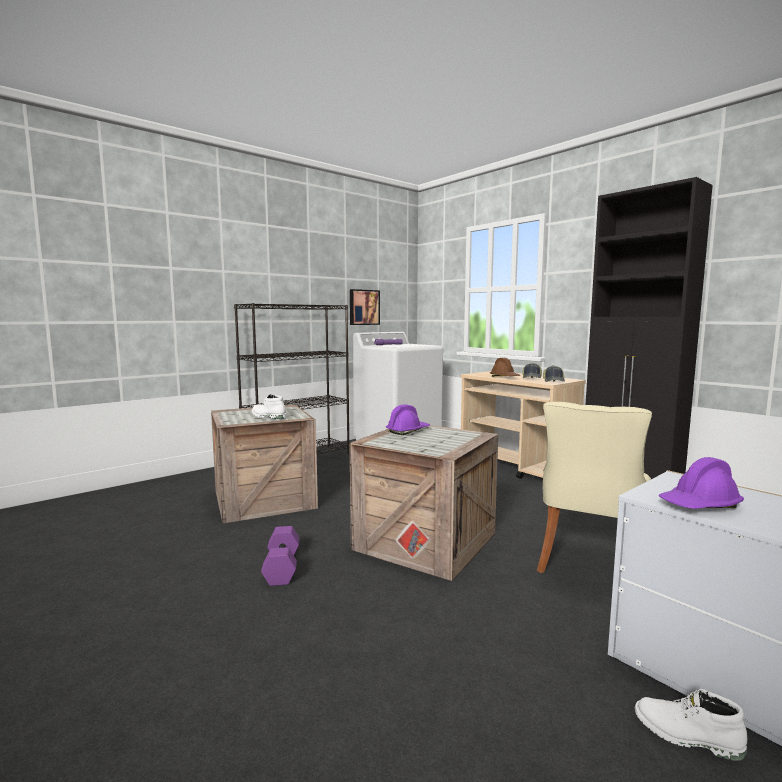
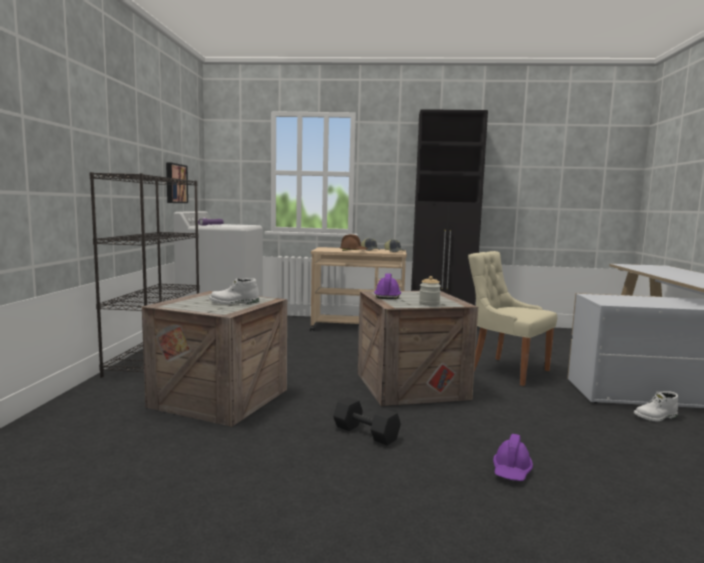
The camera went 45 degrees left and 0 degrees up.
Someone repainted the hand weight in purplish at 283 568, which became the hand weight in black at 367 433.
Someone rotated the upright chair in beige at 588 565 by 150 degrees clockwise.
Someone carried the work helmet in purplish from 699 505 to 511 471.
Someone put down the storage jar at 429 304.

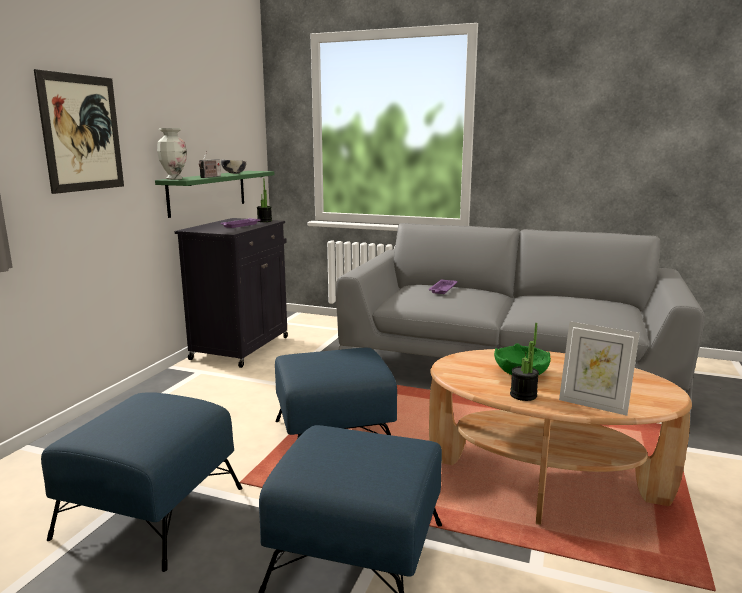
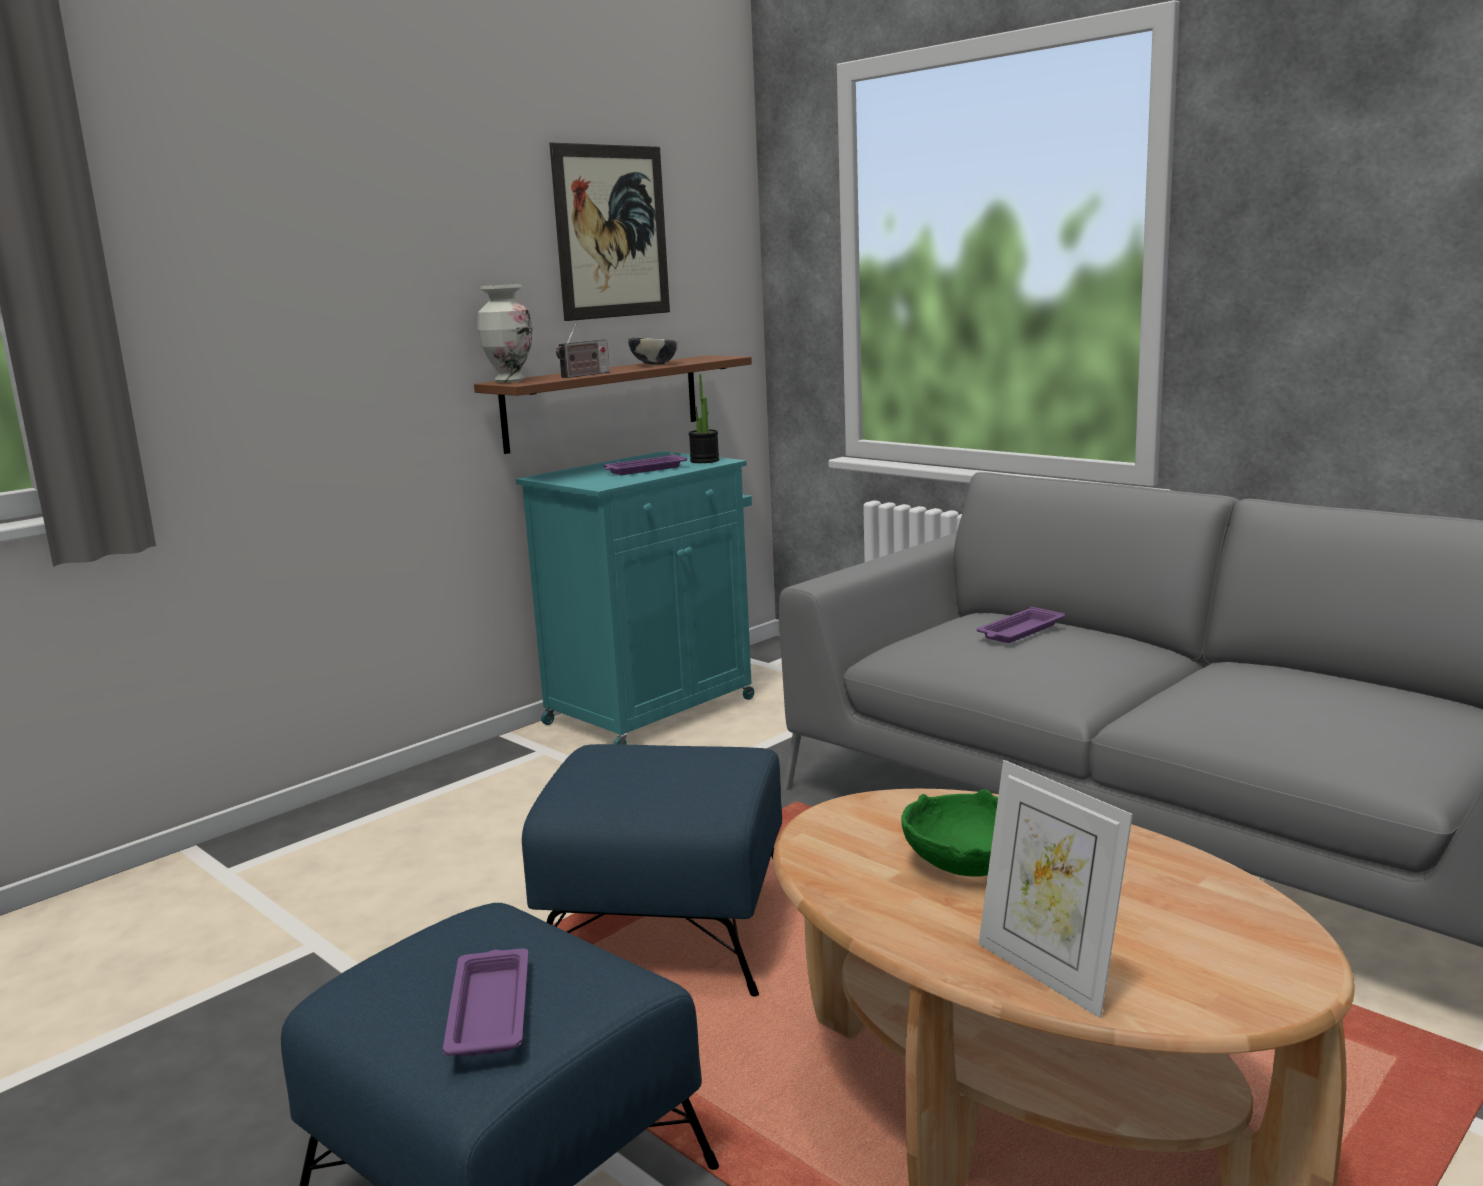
The camera went 25 degrees right and 0 degrees up.
Someone carried the wall art from 82 133 to 612 232.
Someone took away the pouffe in bluish at 152 511.
Someone repainted the shelf in green-coloured at 208 192, which became the shelf in brown-coloured at 603 402.
Someone repainted the cabinet in black at 242 347, which became the cabinet in blue-green at 653 710.
Someone took away the potted plant at 523 395.
Someone put down the tray in purplish at 490 1009.

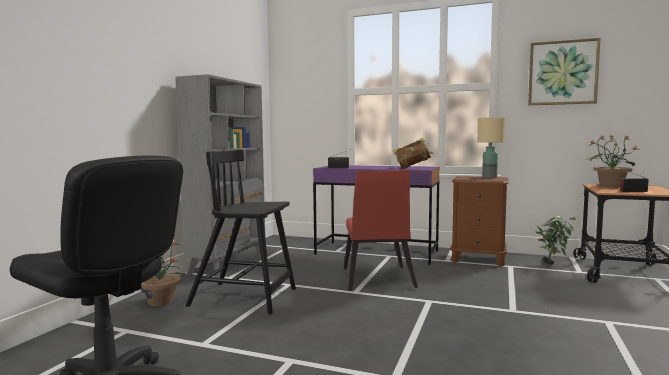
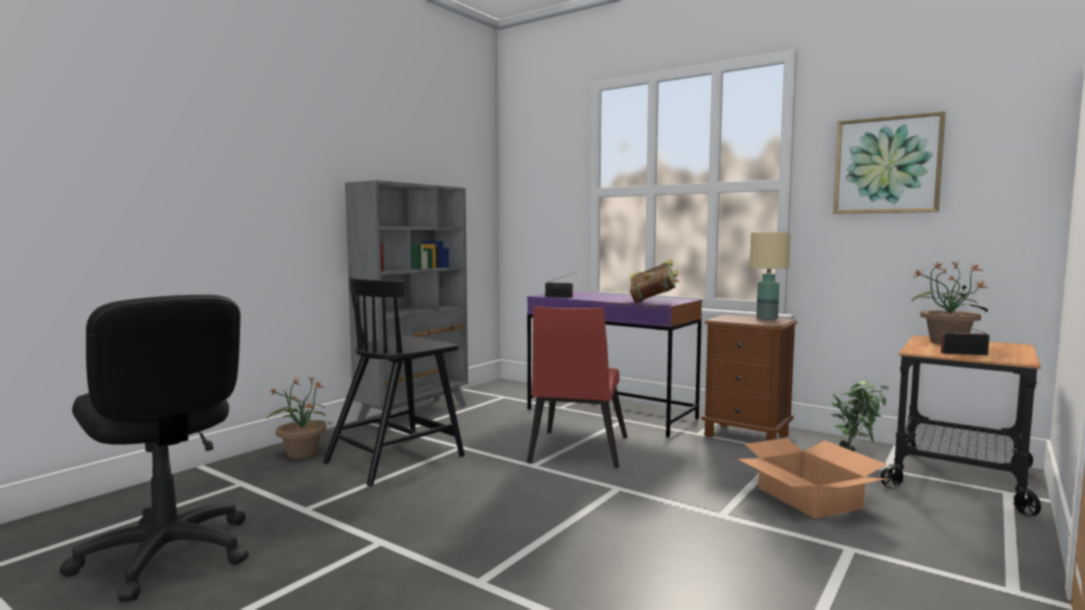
The camera went 15 degrees right and 0 degrees up.
Someone rotated the upright chair in black at 245 297 by 75 degrees counterclockwise.
Someone put down the cardboard box at 808 498.

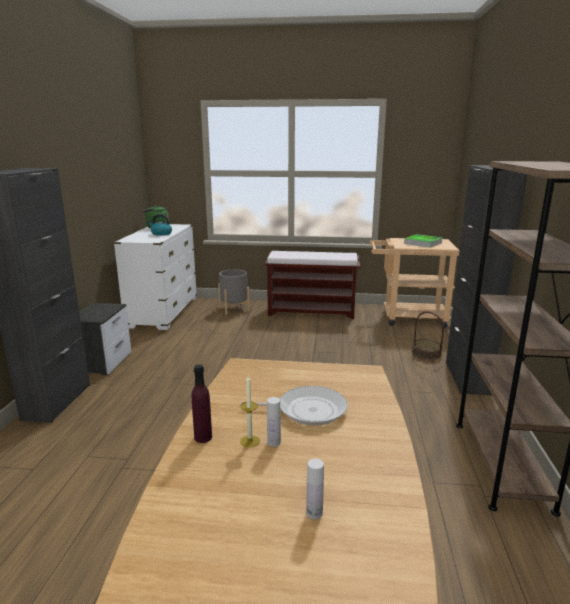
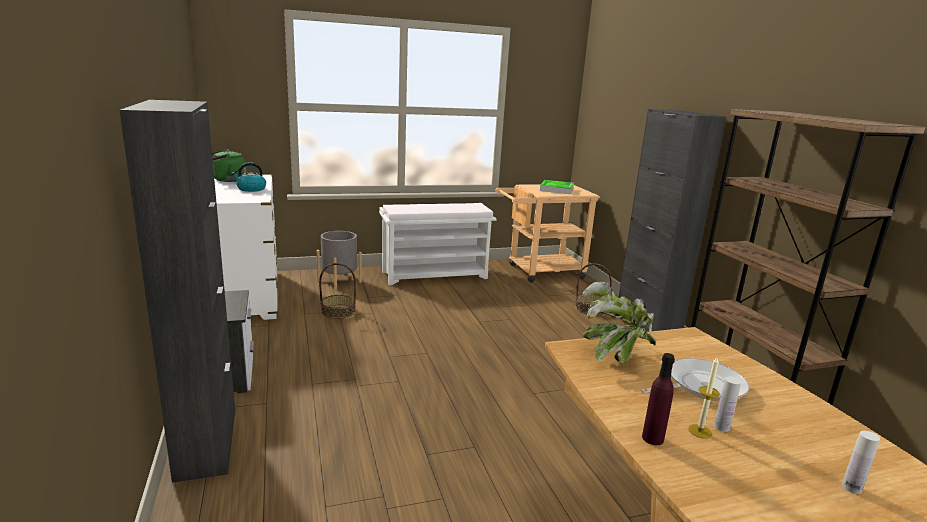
The camera went 25 degrees left and 0 degrees up.
Someone repainted the bench in brown-coloured at 312 311, which became the bench in white-coloured at 435 275.
Someone put down the basket at 338 311.
Someone put down the potted plant at 615 354.

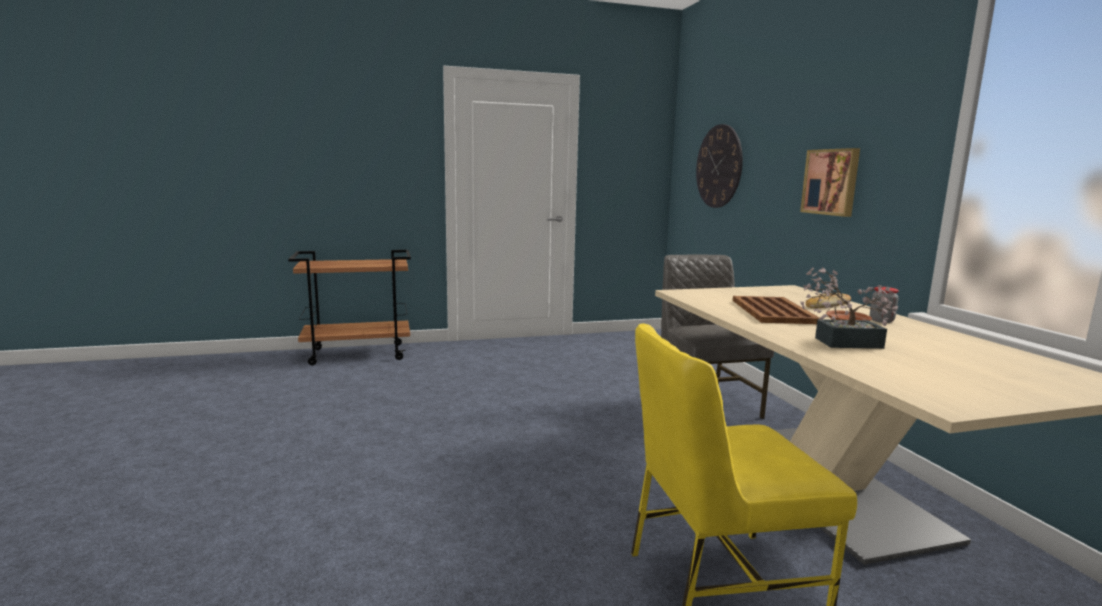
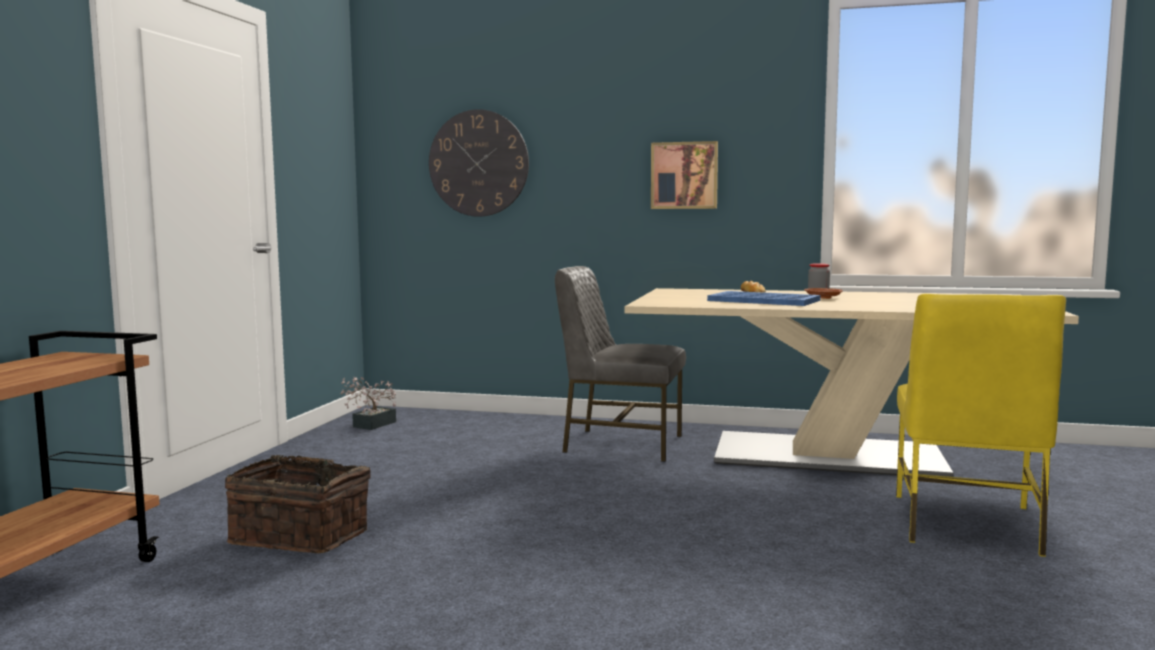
The camera went 60 degrees left and 5 degrees down.
Someone repainted the tray in brown-coloured at 773 311, which became the tray in bluish at 762 300.
Someone carried the potted plant from 840 342 to 370 425.
Someone put down the basket at 302 536.

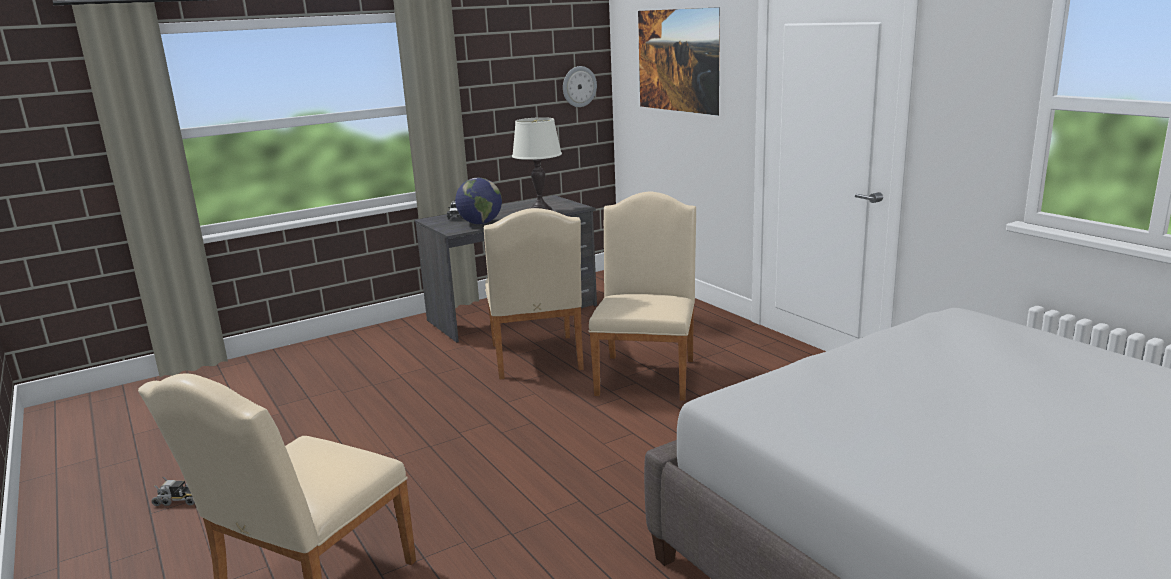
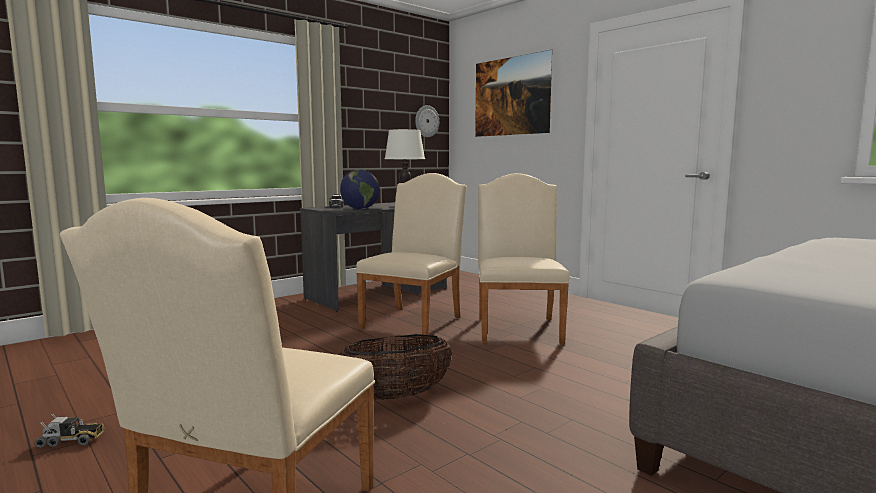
The camera went 10 degrees left and 10 degrees down.
Someone rotated the upright chair in beige at 536 360 by 135 degrees counterclockwise.
Someone put down the basket at 395 396.

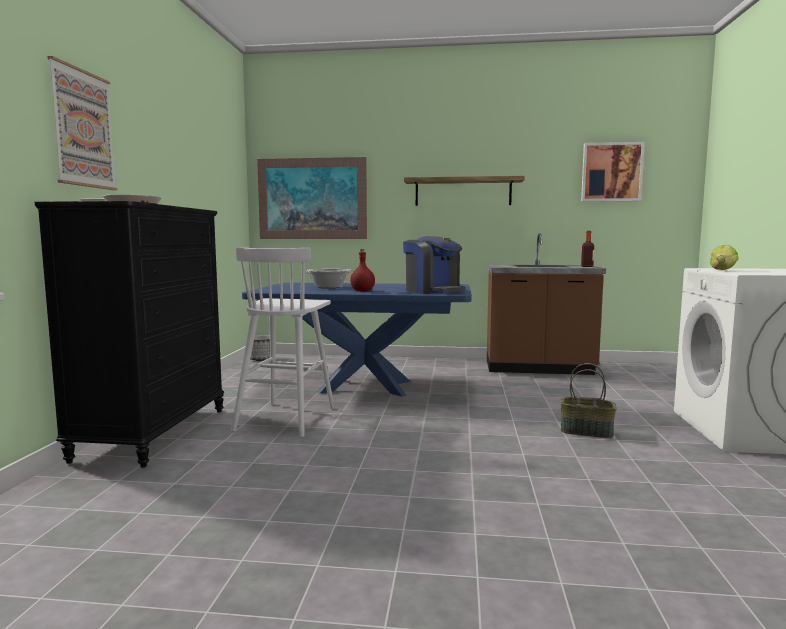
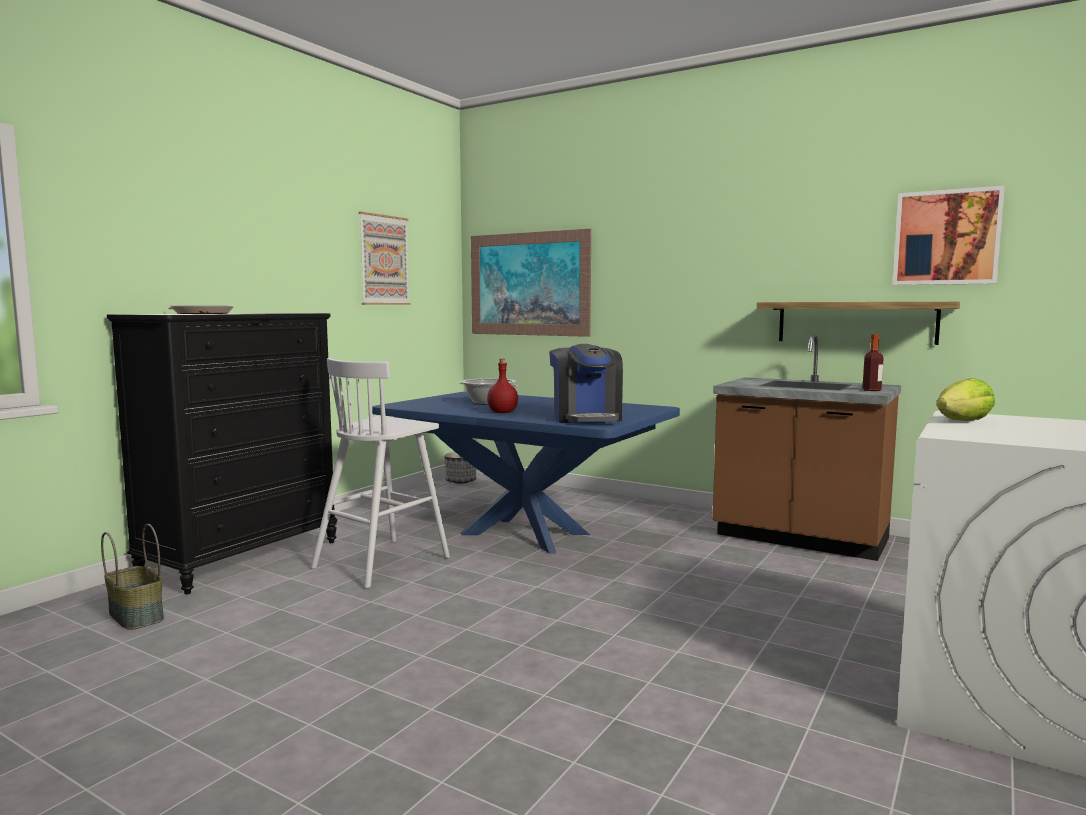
The camera went 25 degrees right and 0 degrees up.
Someone carried the wall art from 83 129 to 384 260.
Someone carried the shelf from 463 192 to 855 322.
Someone carried the basket from 587 431 to 137 616.

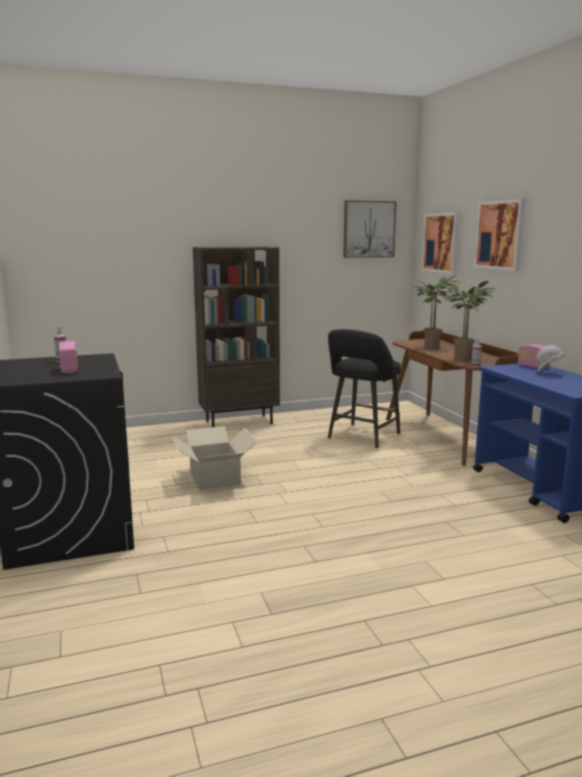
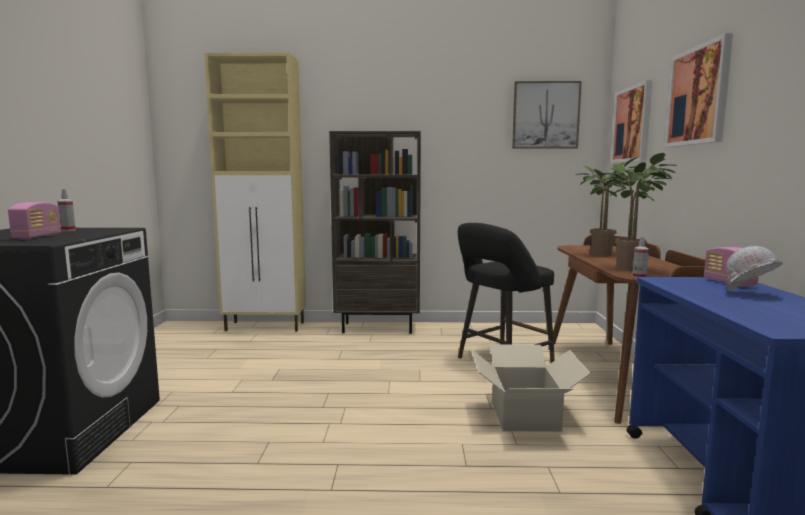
The camera went 20 degrees right and 5 degrees down.
Someone carried the cardboard box from 214 478 to 524 415.
Someone put down the cabinet in beige at 266 326.

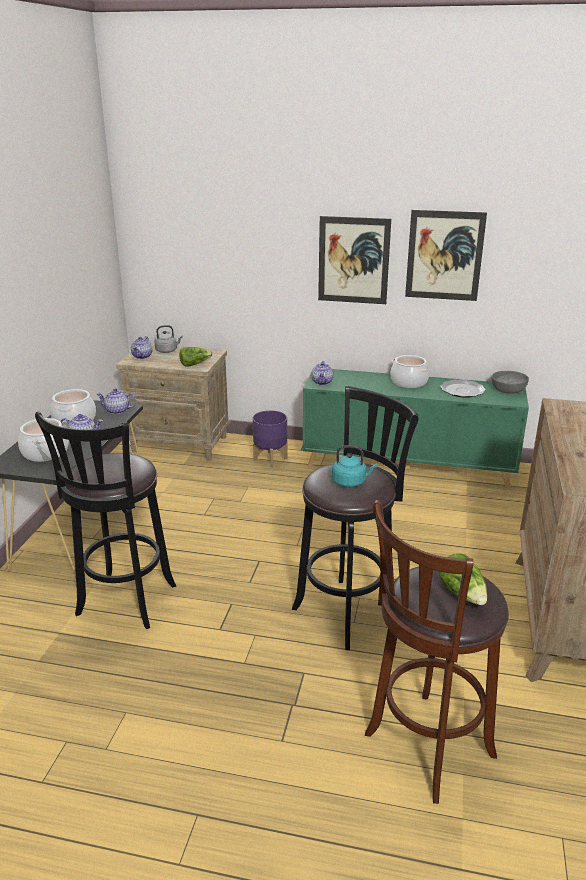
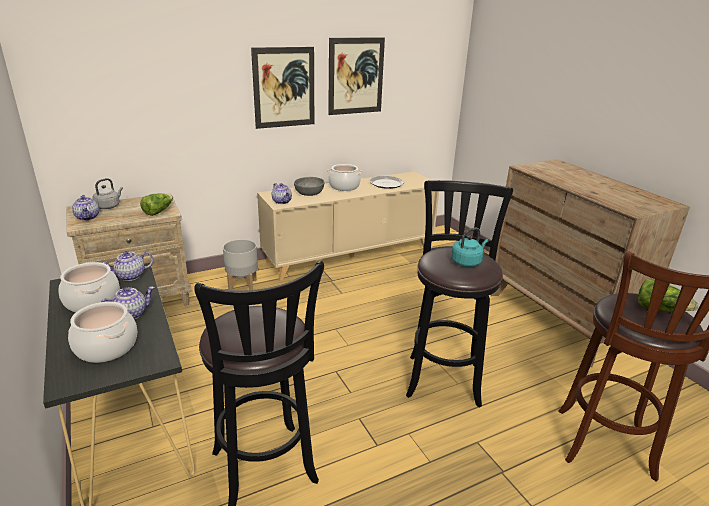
The camera went 40 degrees left and 0 degrees up.
Someone repainted the planter in purplish at 270 459, which became the planter in grey at 242 285.
Someone repainted the cabinet in green-coloured at 408 464, which became the cabinet in beige at 350 254.
Someone carried the serving bowl in grey from 508 390 to 309 193.

